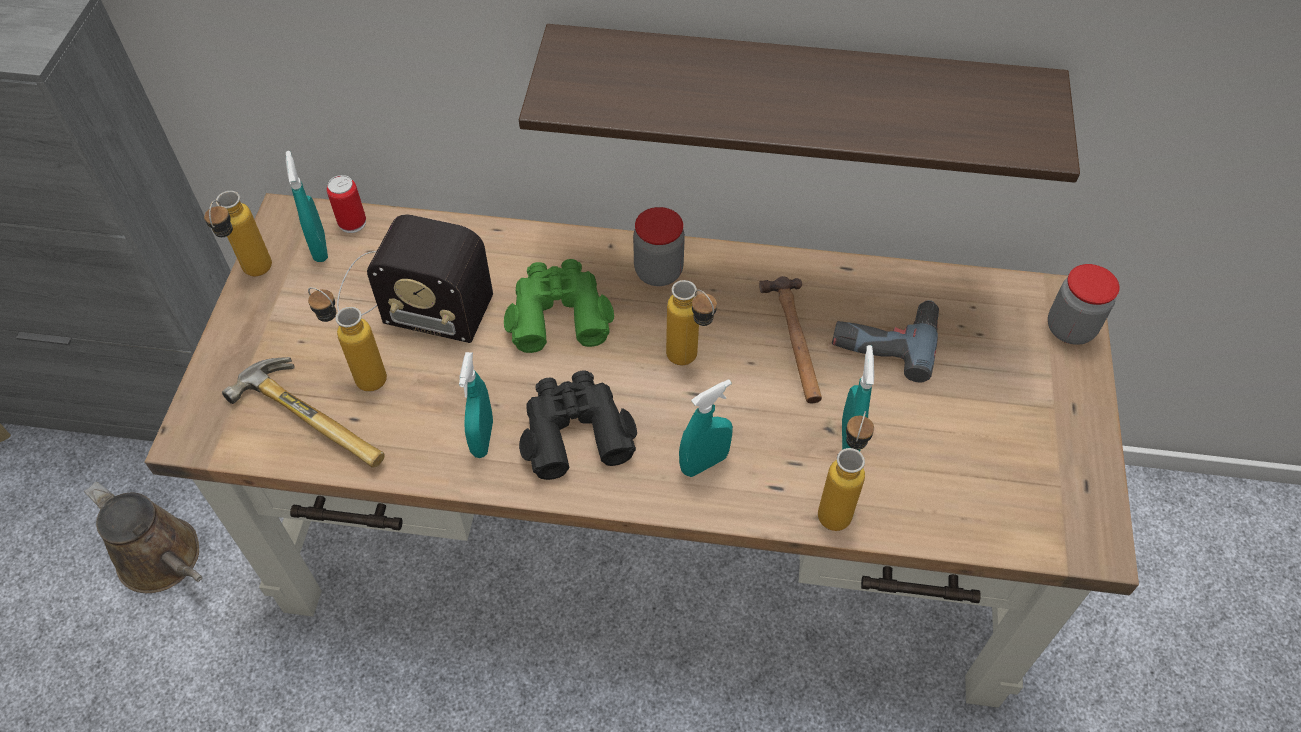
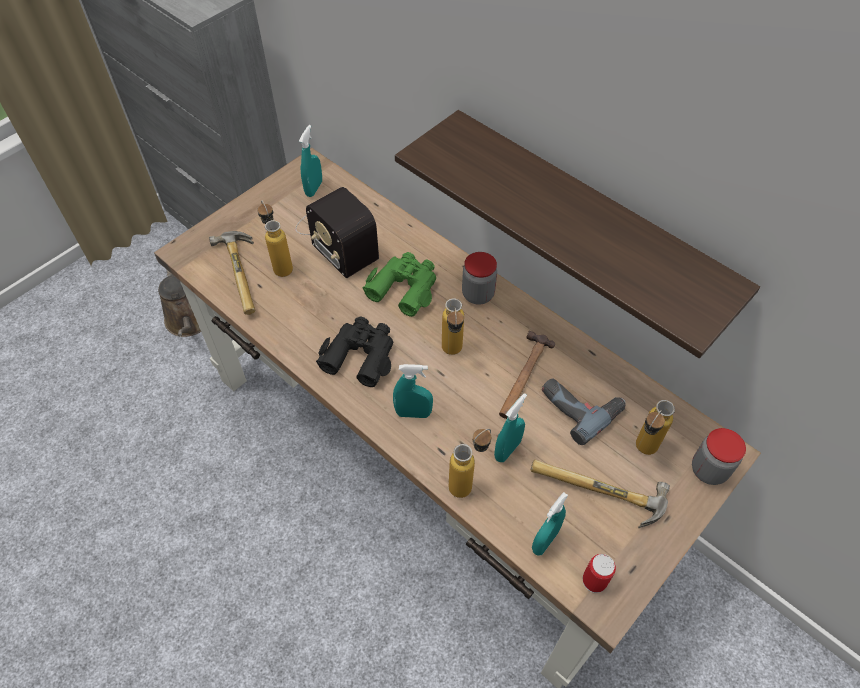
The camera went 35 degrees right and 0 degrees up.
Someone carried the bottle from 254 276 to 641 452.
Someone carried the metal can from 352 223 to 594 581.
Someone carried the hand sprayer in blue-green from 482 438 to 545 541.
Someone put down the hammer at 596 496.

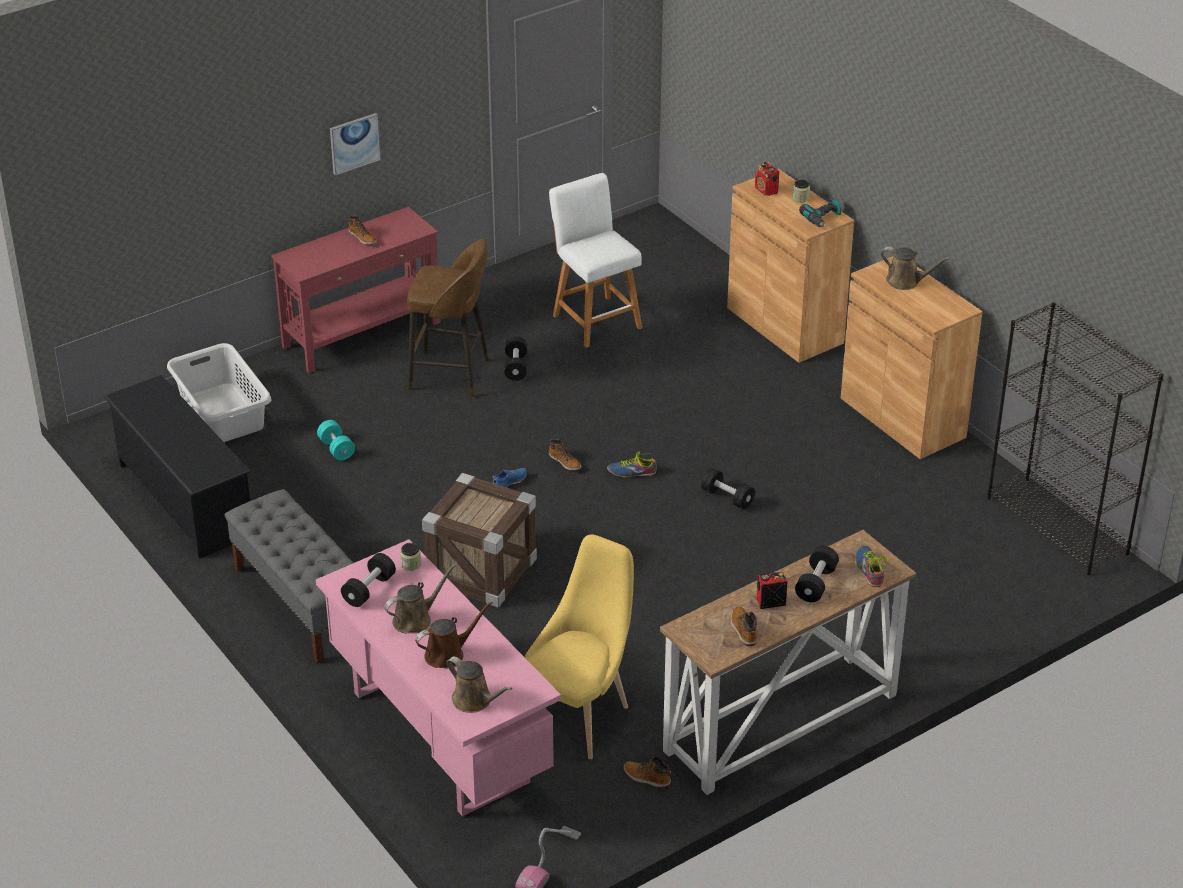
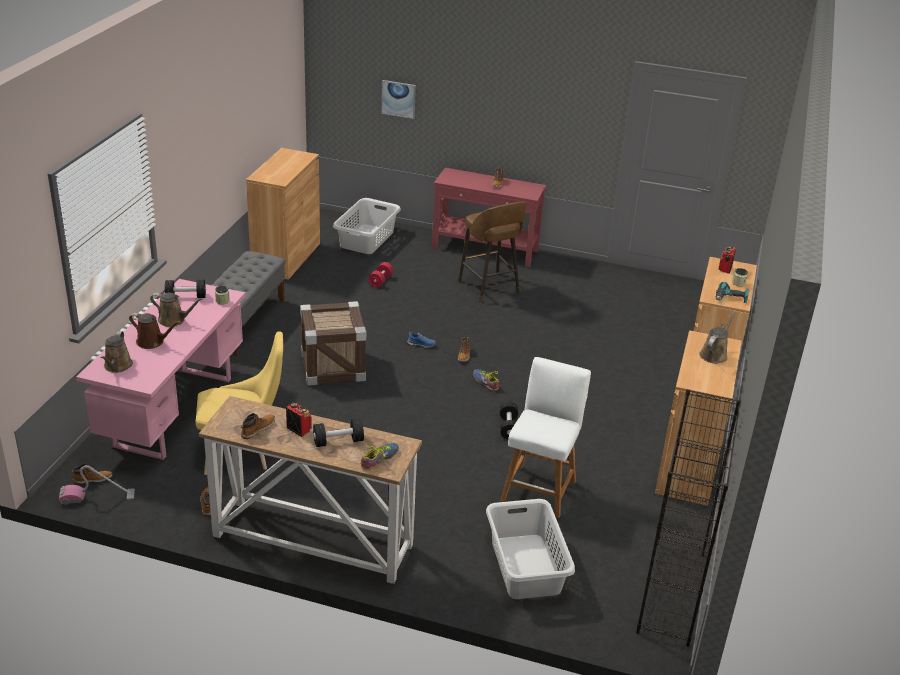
The camera went 50 degrees right and 5 degrees down.
Someone swapped the shoe rack in black at 185 500 for the cabinet in brown-coloured at 286 257.
Someone repainted the hand weight in blue-green at 336 449, which became the hand weight in reddish at 380 281.
Someone carried the wall art from 354 143 to 398 99.
Someone took away the hand weight in black at 516 367.
Someone carried the sitting stool in white-coloured from 595 319 to 540 488.
Someone rotated the watering can in brown-coloured at 906 282 by 135 degrees counterclockwise.
Someone put down the boot at 93 479.
Someone put down the washing basket in grey at 525 567.

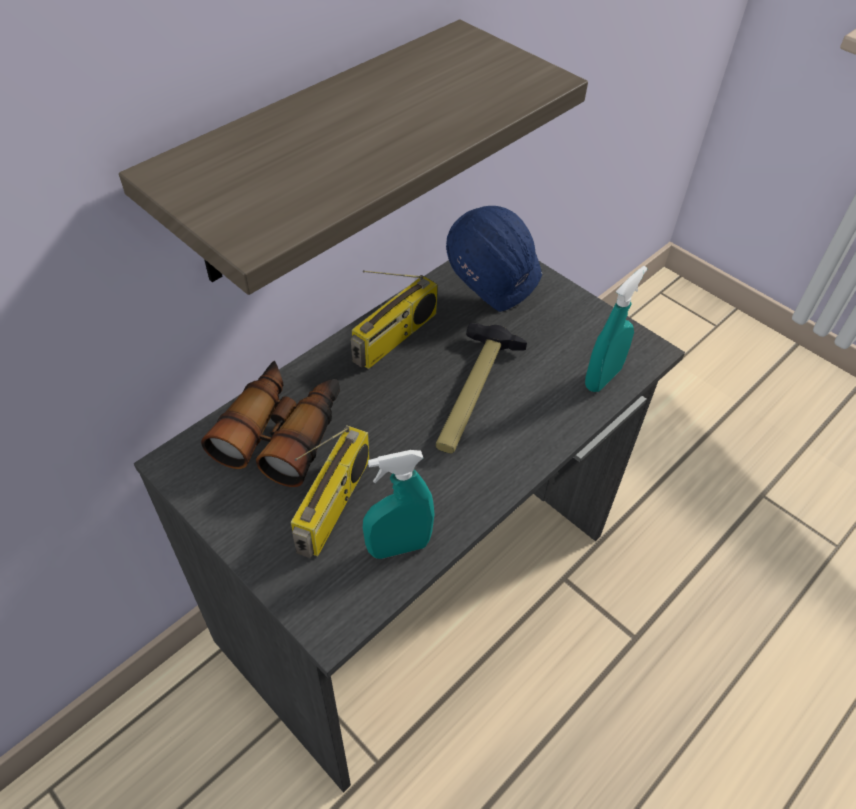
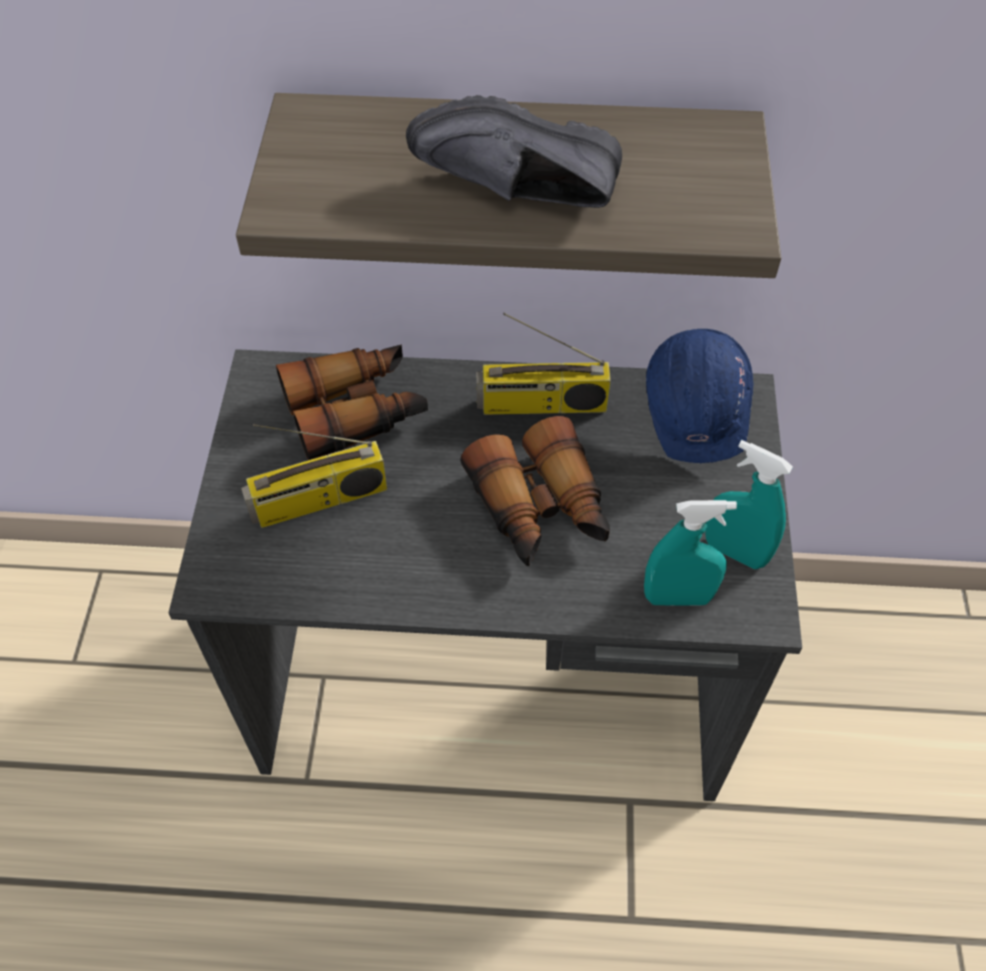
The camera went 50 degrees right and 5 degrees up.
Someone carried the hand sprayer in blue-green from 398 547 to 735 552.
Someone swapped the hammer at 473 394 for the binoculars at 540 509.
Someone put down the low shoe in black at 516 195.

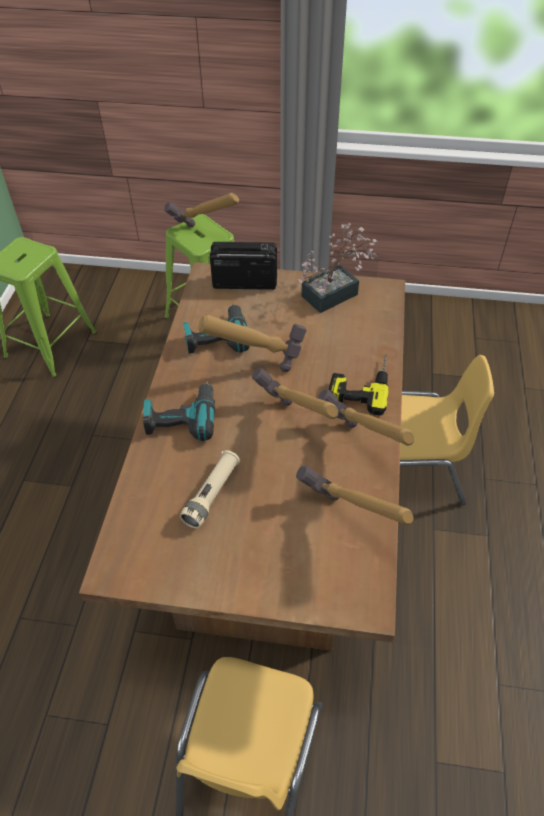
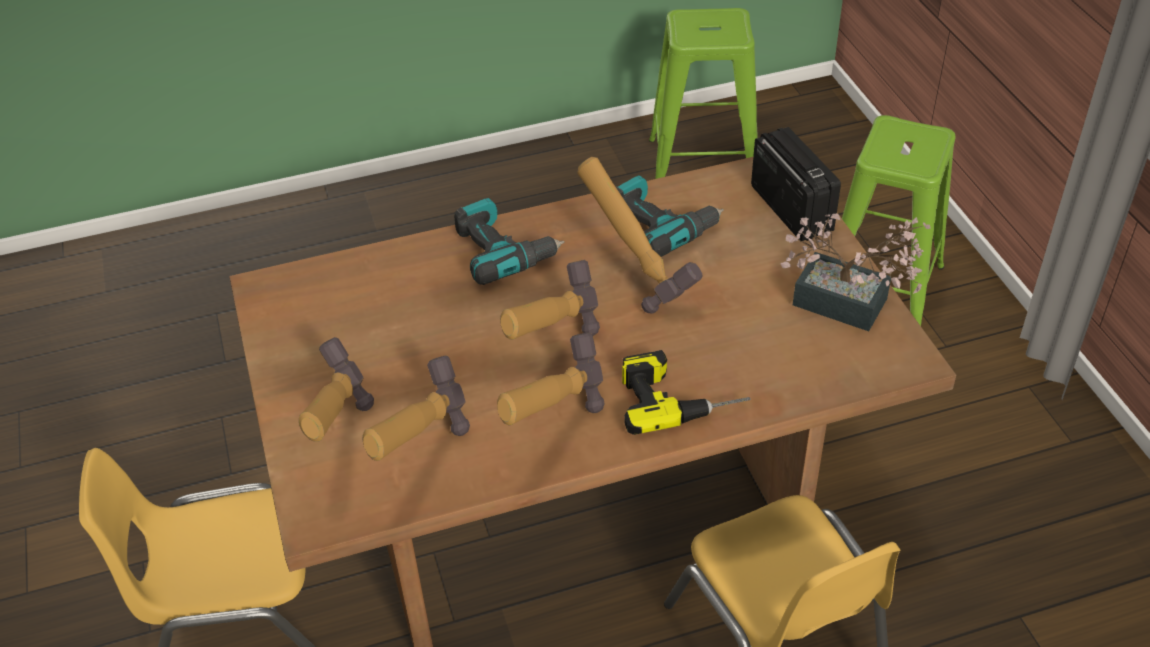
The camera went 65 degrees right and 5 degrees down.
Someone carried the hammer from 203 237 to 337 442.
Someone took away the flashlight in beige at 212 494.

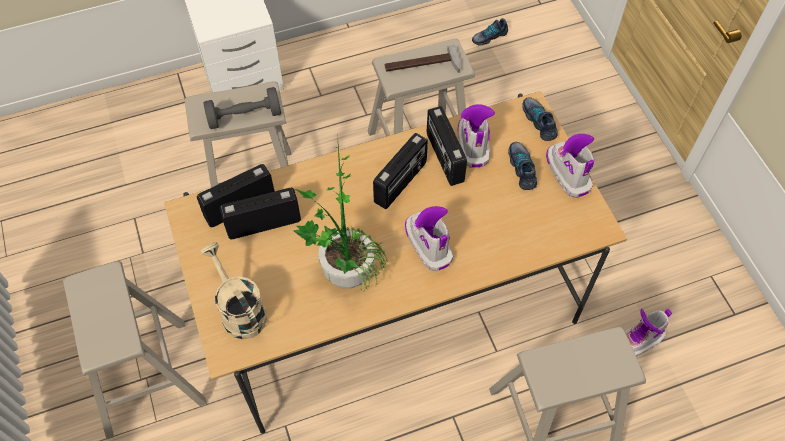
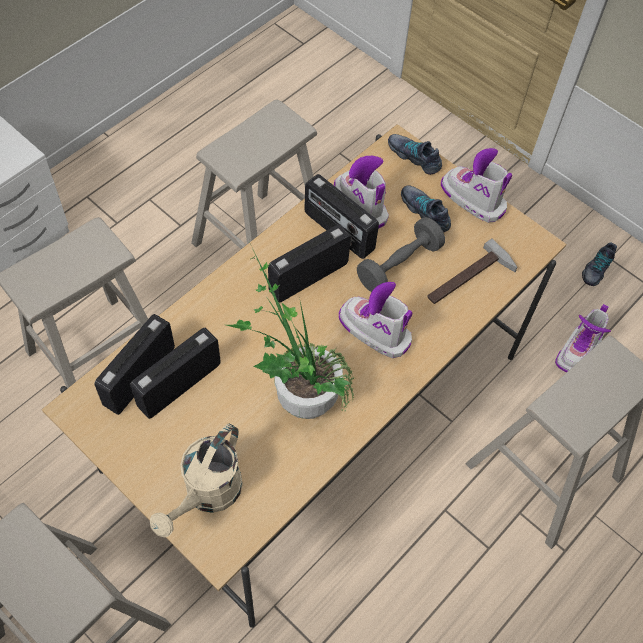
The camera went 30 degrees left and 0 degrees up.
Someone rotated the watering can in beige at 239 310 by 90 degrees counterclockwise.
Someone carried the hand weight in grey from 244 116 to 399 265.
Someone rotated the radio receiver at 401 183 by 135 degrees counterclockwise.
Someone carried the hammer from 422 66 to 469 280.
Someone carried the low shoe from 489 36 to 596 269.

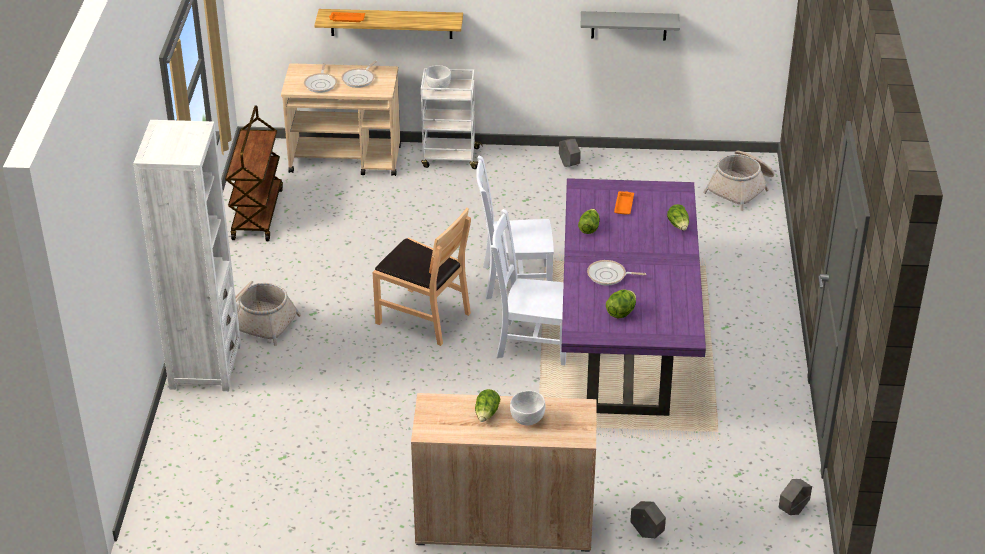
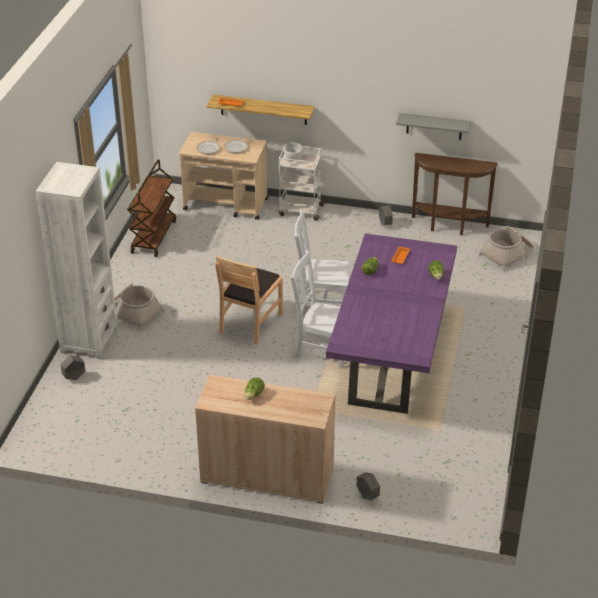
The camera went 10 degrees right and 0 degrees up.
Someone rotated the upright chair in brown-coloured at 423 317 by 75 degrees clockwise.
Someone took away the serving bowl in white-coloured at 527 419.
Someone took away the frying pan at 609 276.
Someone took away the lettuce at 621 313.
Someone carried the planter in grey from 793 510 to 74 377.
Someone put down the narrow table in brown-coloured at 449 226.

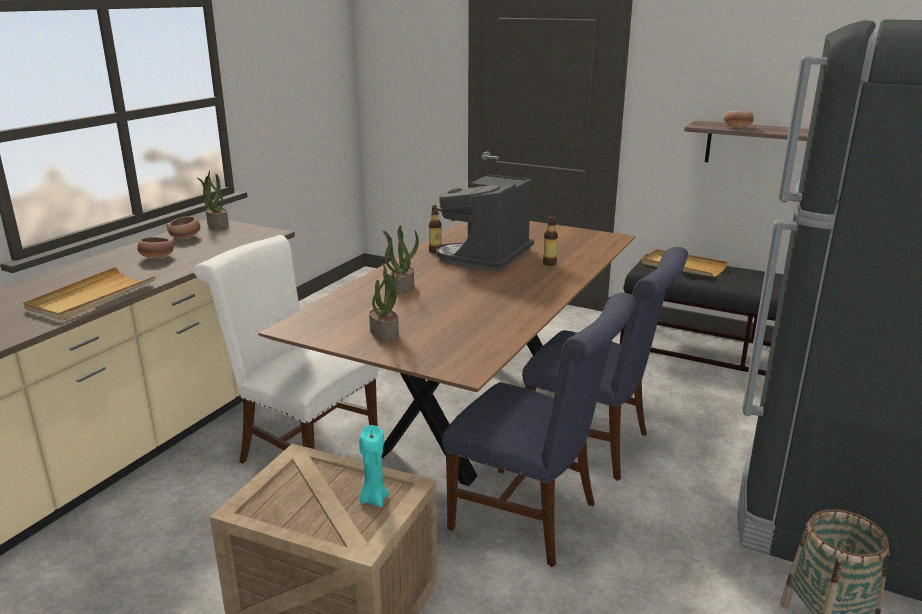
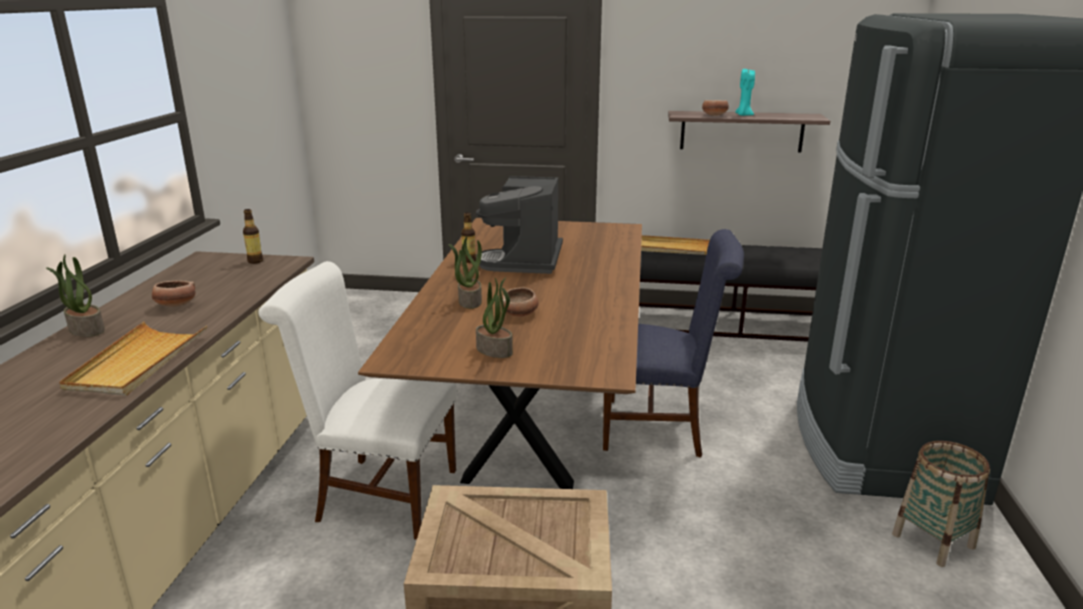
The camera went 20 degrees left and 0 degrees up.
Someone carried the serving bowl from 186 237 to 520 314.
Someone carried the potted plant from 217 225 to 85 330.
Someone carried the wax light in blue-green from 373 499 to 743 115.
Someone took away the upright chair in bluish at 532 517.
Someone carried the bottle from 549 263 to 255 261.

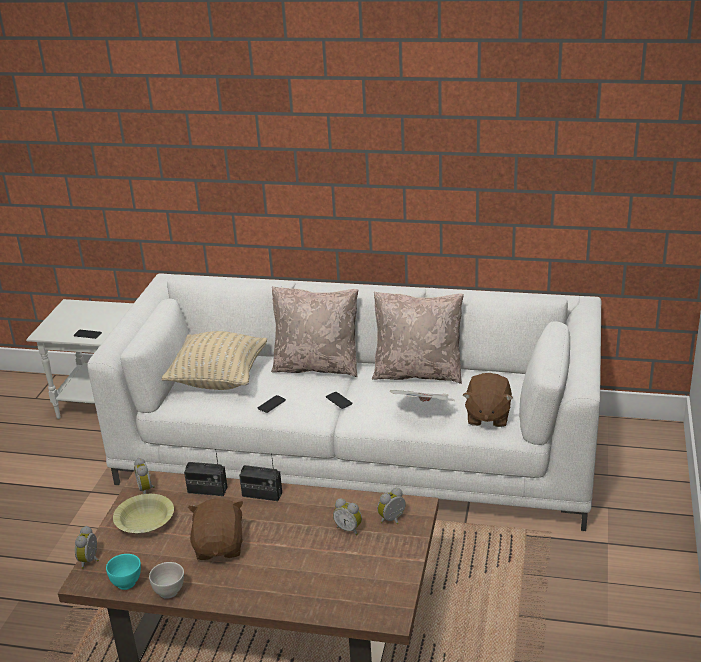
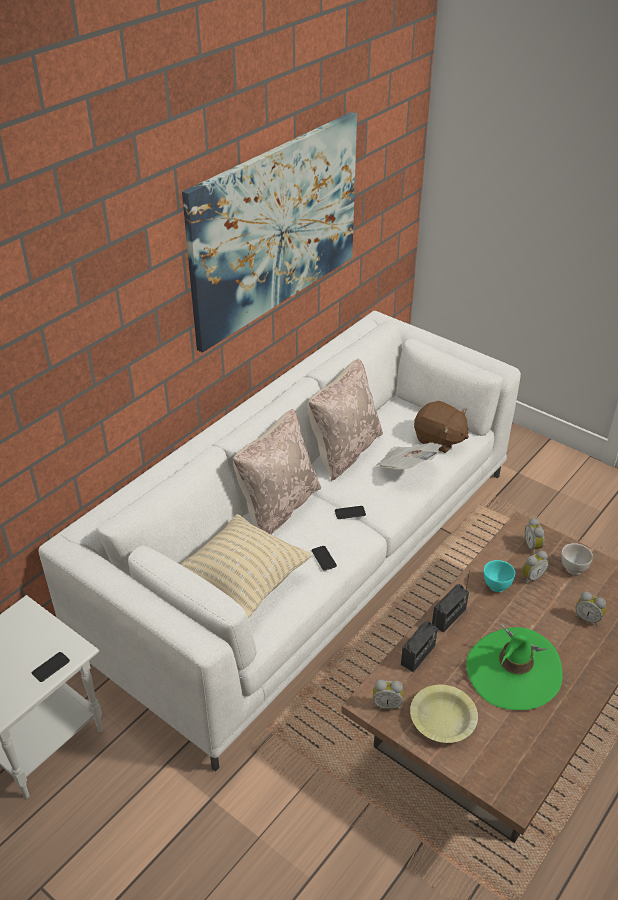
The camera went 65 degrees left and 10 degrees up.
Someone carried the bedside clock from 91 560 to 587 618.
Someone carried the serving bowl in blue-green from 127 583 to 496 586.
Someone carried the serving bowl in white-coloured from 169 592 to 573 568.
Someone swapped the cuddly toy in brown-coloured at 220 546 for the clothing hat in green-coloured at 513 671.
Someone put up the wall art at 275 228.

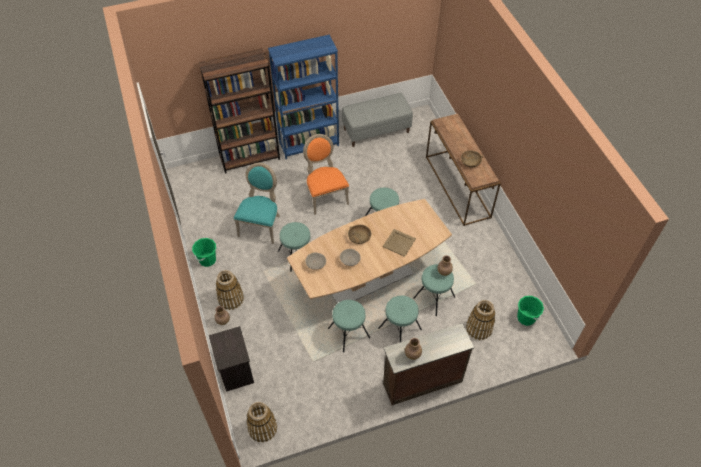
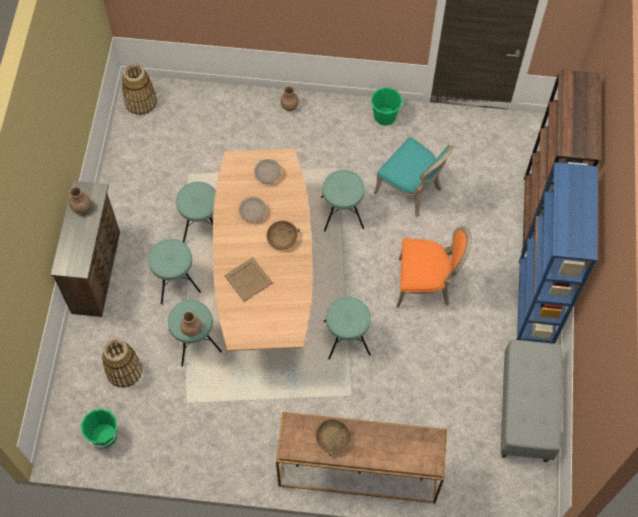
The camera went 115 degrees right and 10 degrees up.
Someone took away the night table in black at 235 371.
Someone took away the basket at 231 298.

